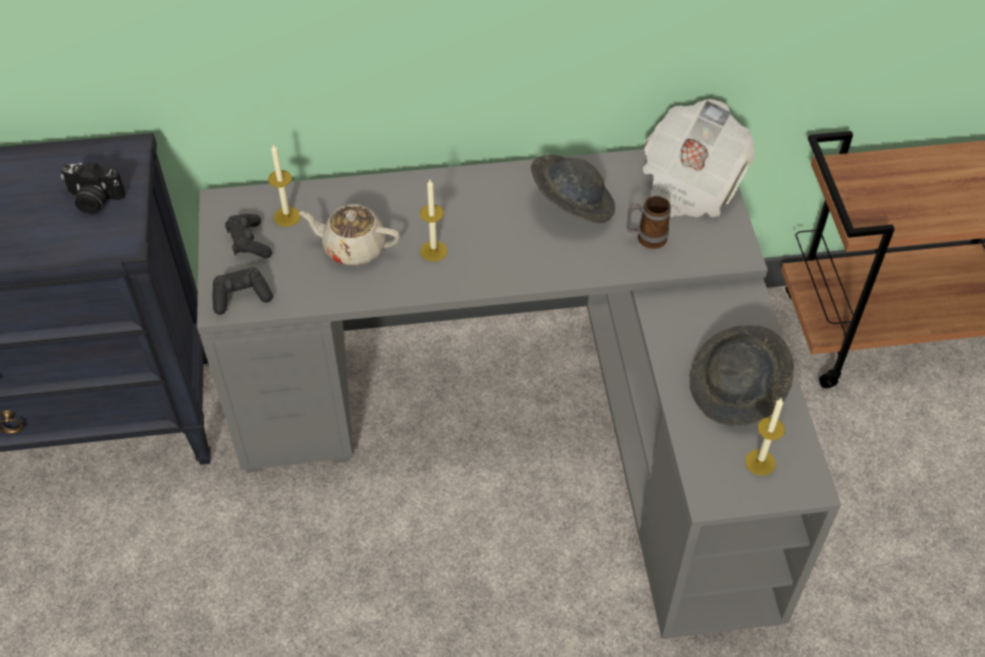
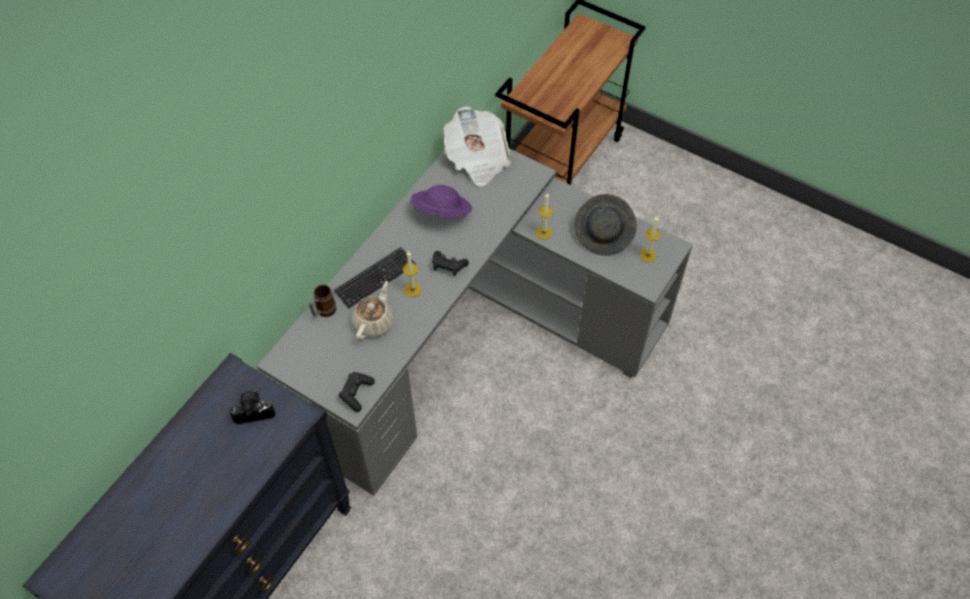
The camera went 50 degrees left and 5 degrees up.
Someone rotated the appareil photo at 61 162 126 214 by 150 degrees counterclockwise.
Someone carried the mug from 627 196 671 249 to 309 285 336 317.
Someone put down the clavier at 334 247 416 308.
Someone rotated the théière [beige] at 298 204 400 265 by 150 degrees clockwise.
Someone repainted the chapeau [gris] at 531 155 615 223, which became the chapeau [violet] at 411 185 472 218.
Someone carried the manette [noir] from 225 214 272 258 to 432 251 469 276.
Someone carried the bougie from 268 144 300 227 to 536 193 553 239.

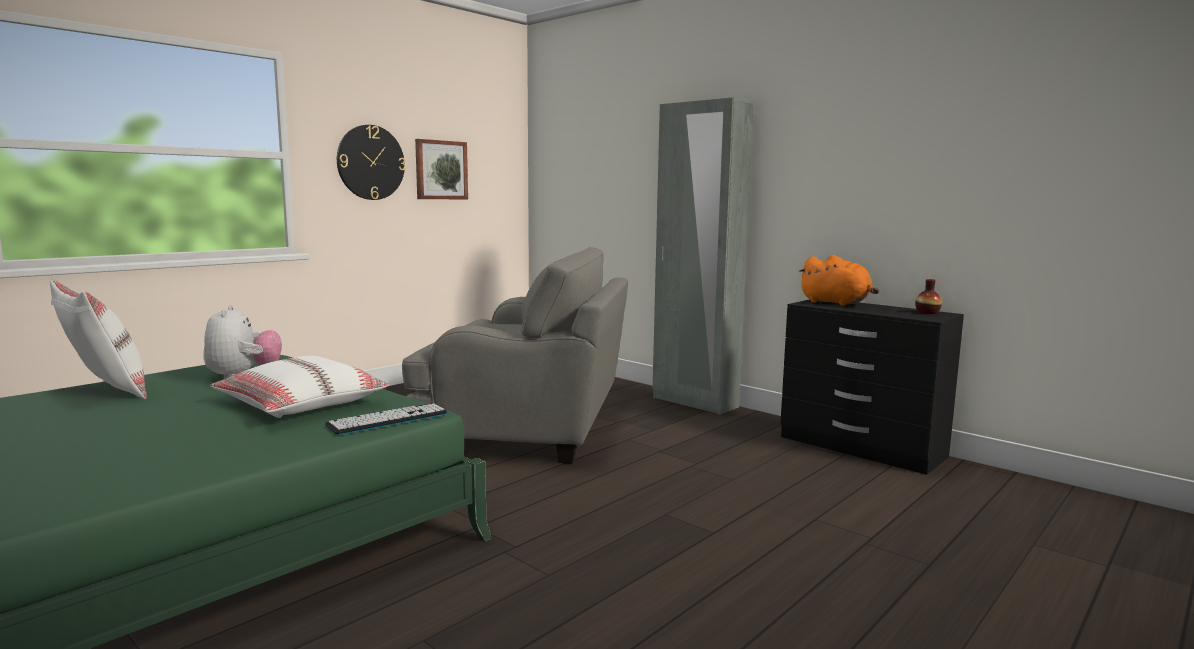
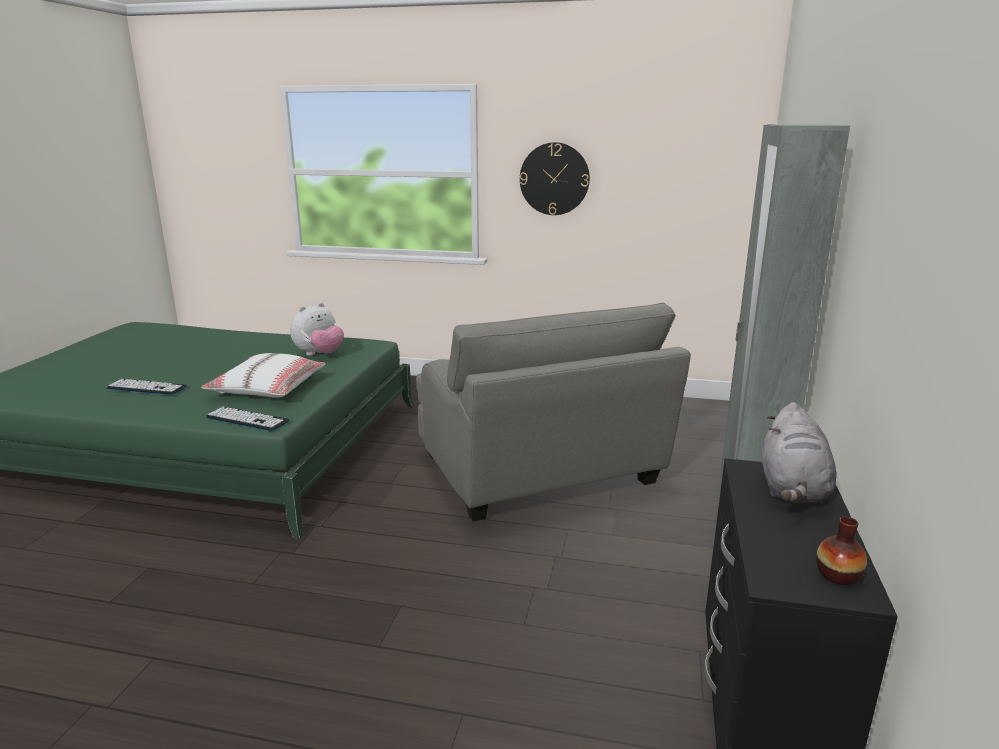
The camera went 60 degrees right and 10 degrees up.
Someone put down the clavier at 106 379 187 395.
Someone repainted the peluche [orange] at 798 255 879 306, which became the peluche [gris] at 762 402 836 503.
Someone took away the coussin [blanc] at 50 280 147 399.
Someone took away the tableau at 415 139 468 199.

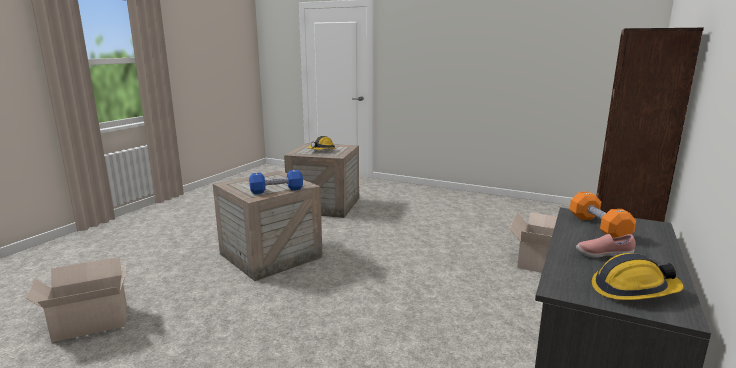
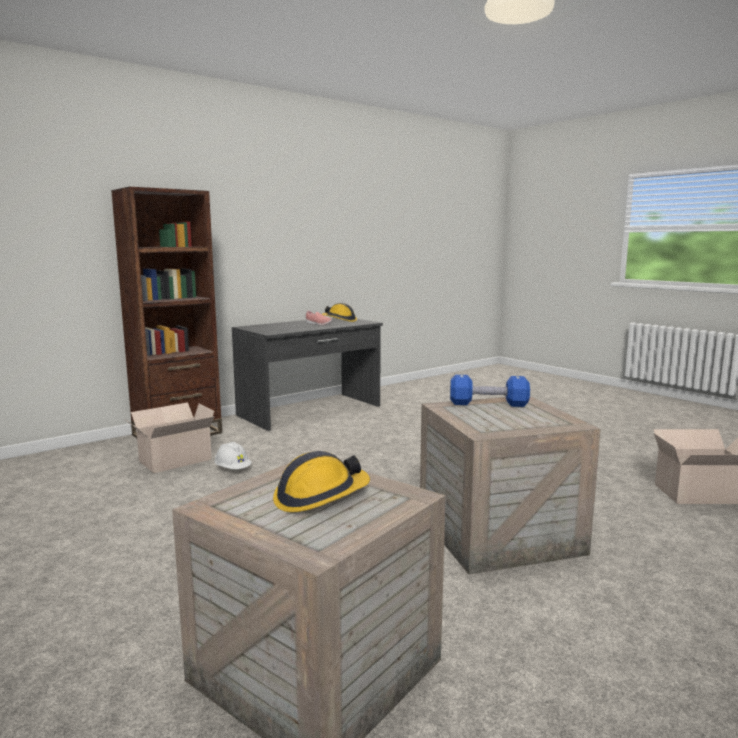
The camera went 155 degrees left and 5 degrees down.
Someone put down the casque de chantier [blanc] at 214 442 252 469.
Someone took away the haltère [orange] at 570 192 636 238.

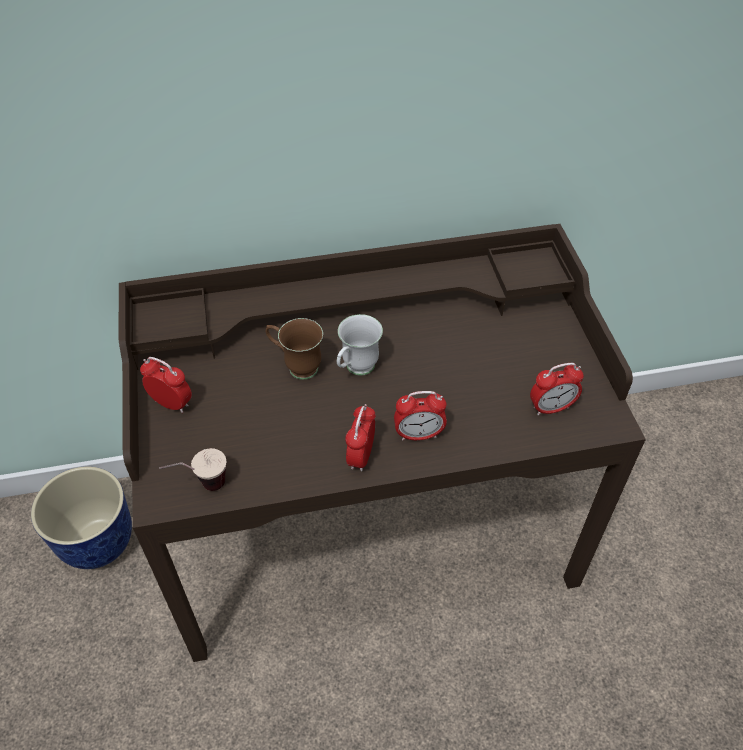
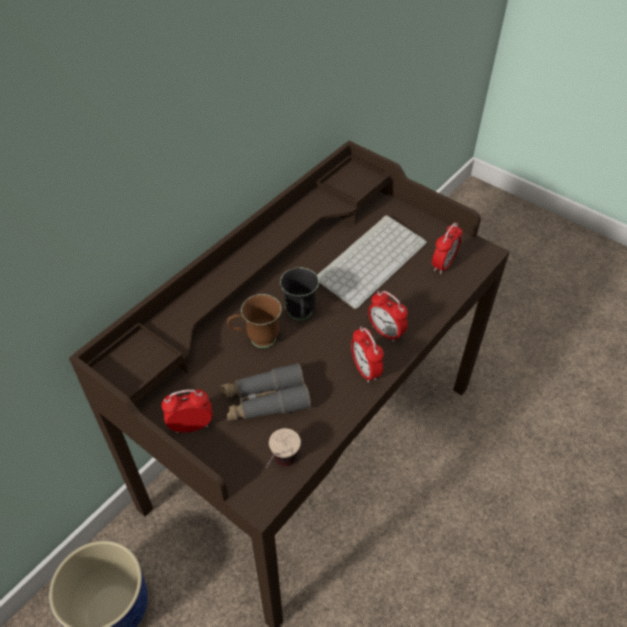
The camera went 40 degrees left and 0 degrees up.
Someone put down the jumelles [gris] at 220 363 311 421.
Someone repainted the mug [blanc] at 337 314 383 376, which became the mug [noir] at 280 268 319 320.
Someone put down the clavier at 317 215 427 309.
Someone rotated the réveil at 394 391 447 440 by 90 degrees clockwise.

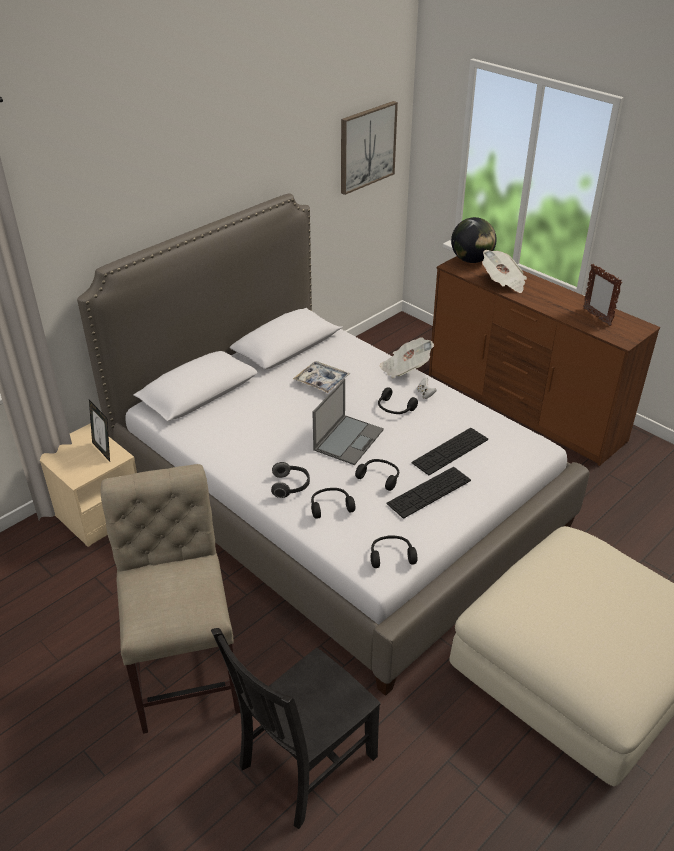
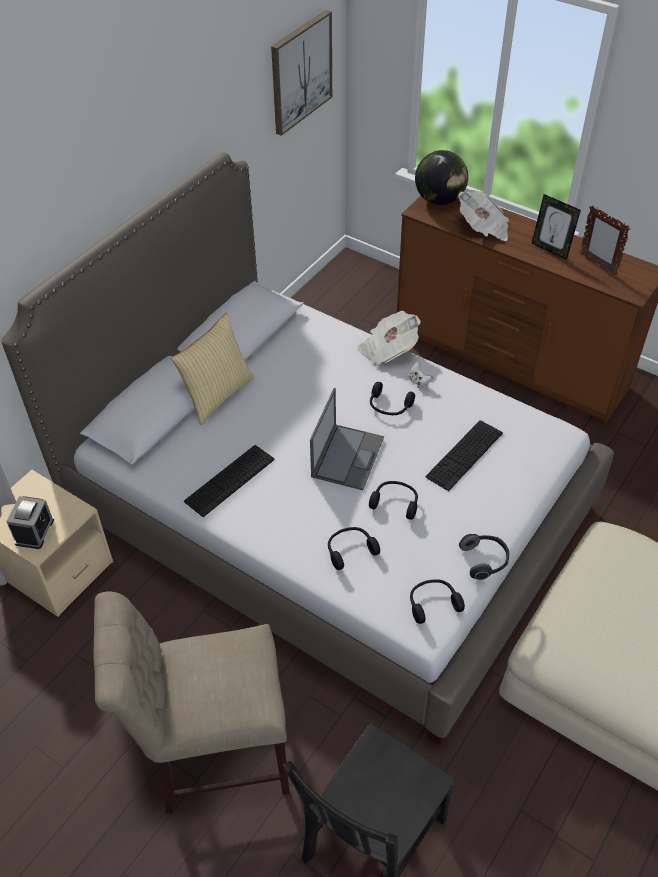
The camera went 10 degrees left and 10 degrees up.
Someone put down the réveil at 6 496 54 549.
Someone rotated the chaise [beige] at 101 464 240 734 by 75 degrees counterclockwise.
Someone put down the coussin at 171 312 254 425.
Someone carried the clavier from 387 467 471 519 to 184 445 275 517.
Someone carried the casque audio from 271 462 310 498 to 459 534 509 580.
Someone carried the cadre photo from 89 400 110 462 to 531 194 581 260.
Someone took away the plateau at 293 361 350 393.

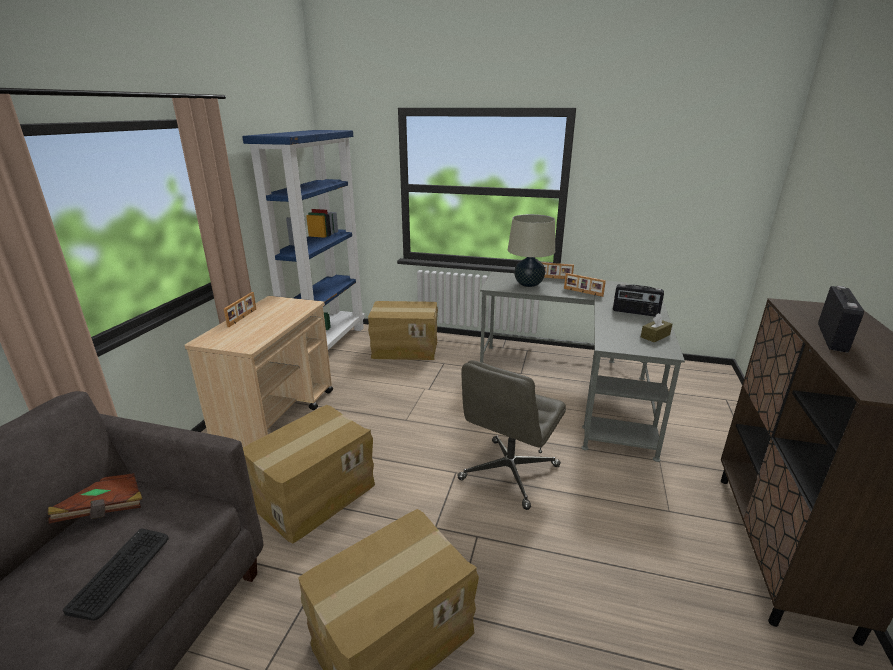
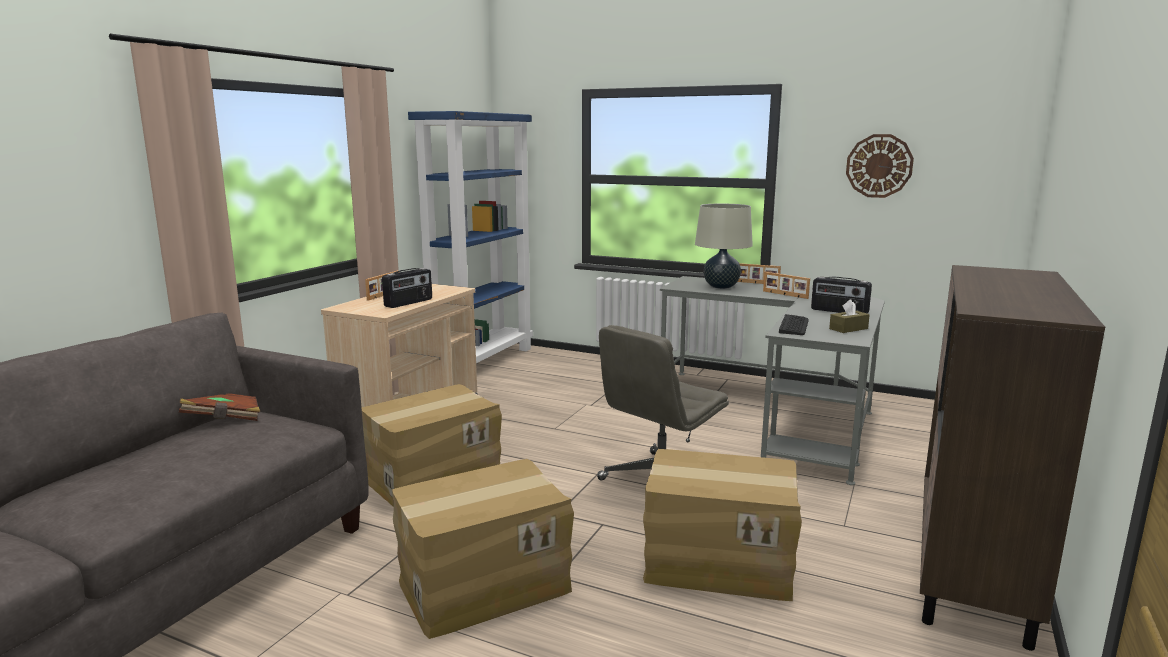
The camera went 10 degrees right and 10 degrees down.
Someone carried the radio from 818 286 864 352 to 382 268 432 308.
Someone carried the carton from 368 301 438 360 to 643 449 802 601.
Someone carried the clavier from 63 529 169 621 to 779 314 809 335.
Someone put up the horloge murale at 846 134 914 198.

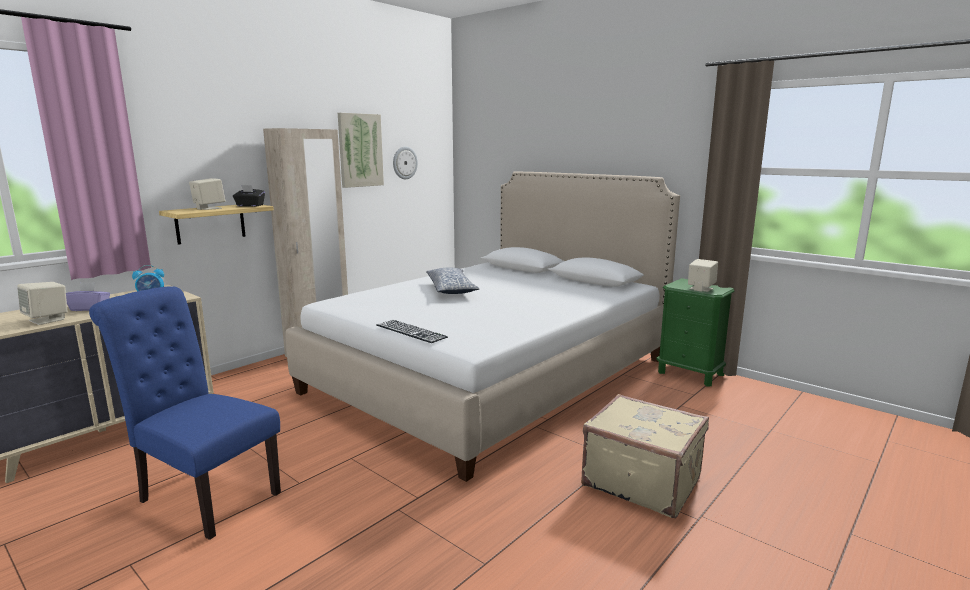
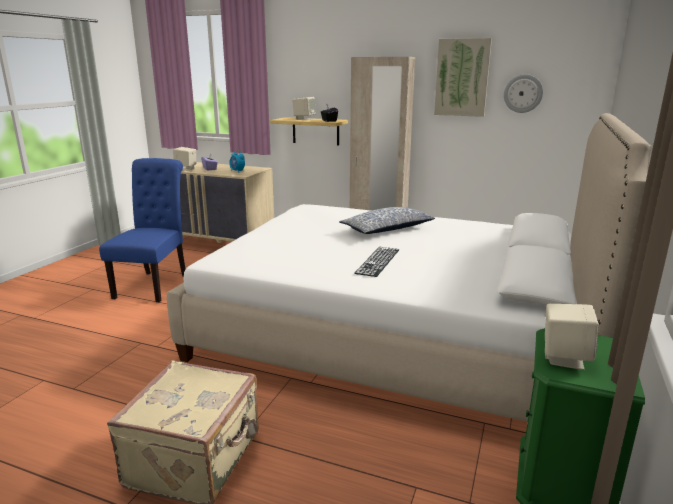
The camera went 70 degrees right and 5 degrees up.
Someone carried the clavier from 376 320 448 343 to 354 247 399 277.

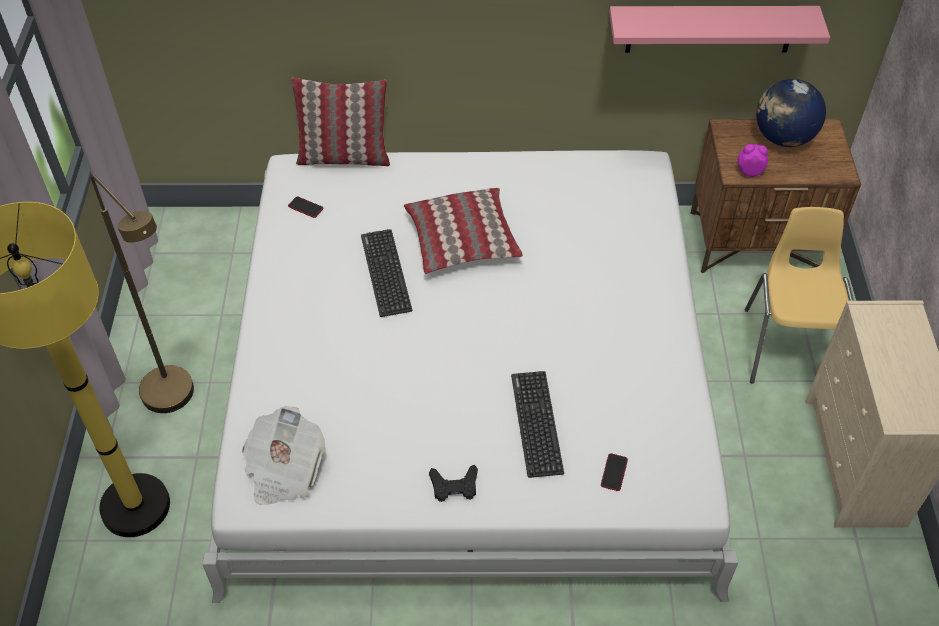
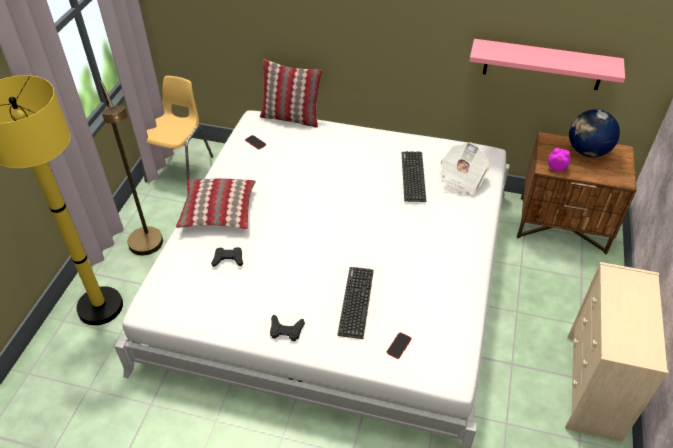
The camera went 15 degrees right and 5 degrees down.
Someone carried the chaise [jaune] from 745 207 854 383 to 143 76 213 191.
Someone carried the coussin from 404 188 523 274 to 176 178 256 229.
Someone put down the manette [noir] at 211 247 243 267.
Someone carried the clavier from 361 229 412 317 to 402 151 426 202.
Someone carried the journal from 242 406 325 505 to 441 142 490 194.

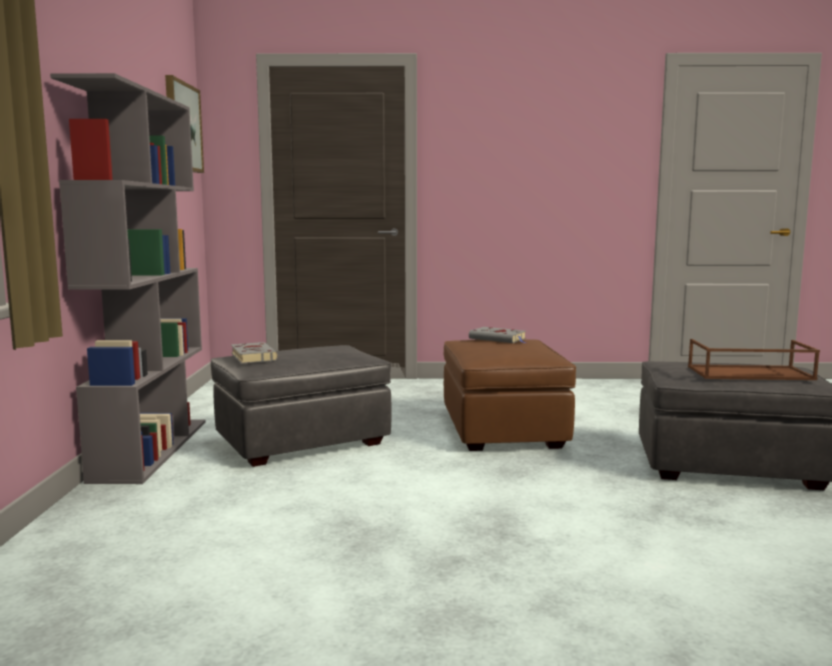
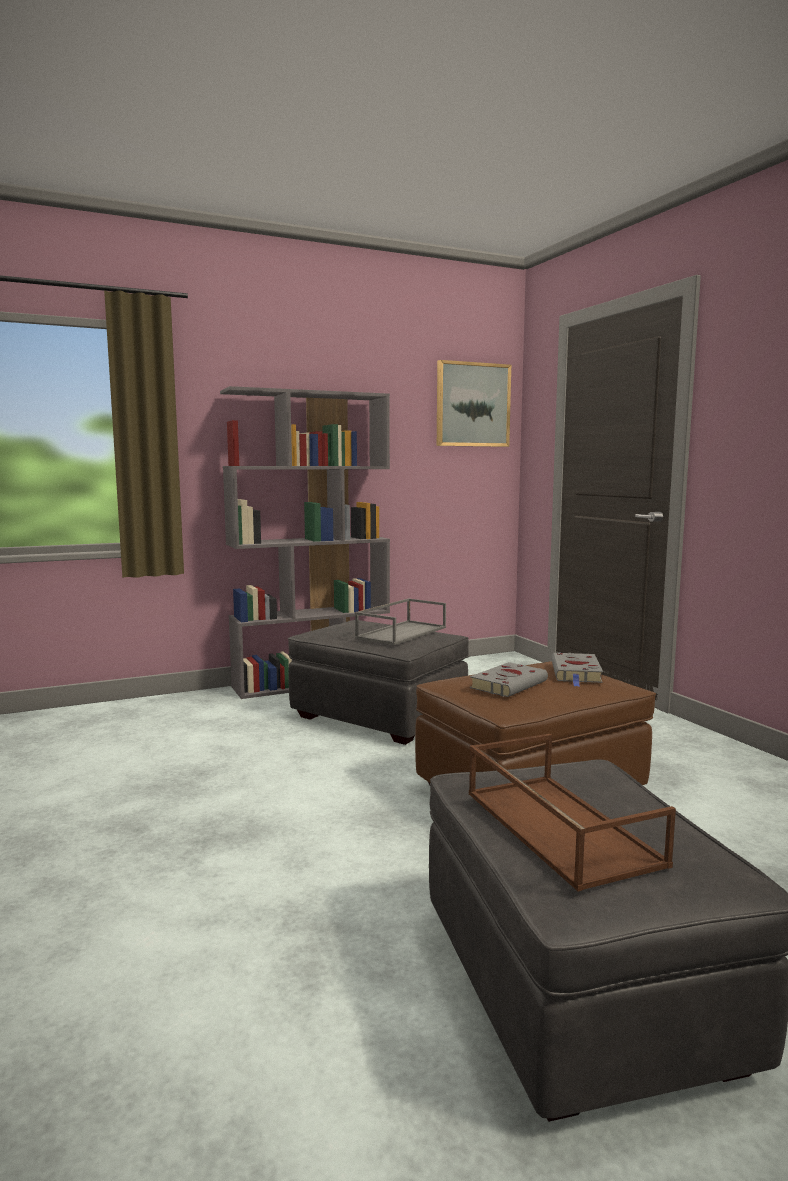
The camera went 65 degrees right and 0 degrees up.
Someone put down the plateau [gris] at 355 598 446 645.
Someone carried the livre [gris] from 231 342 278 363 to 470 662 548 697.

